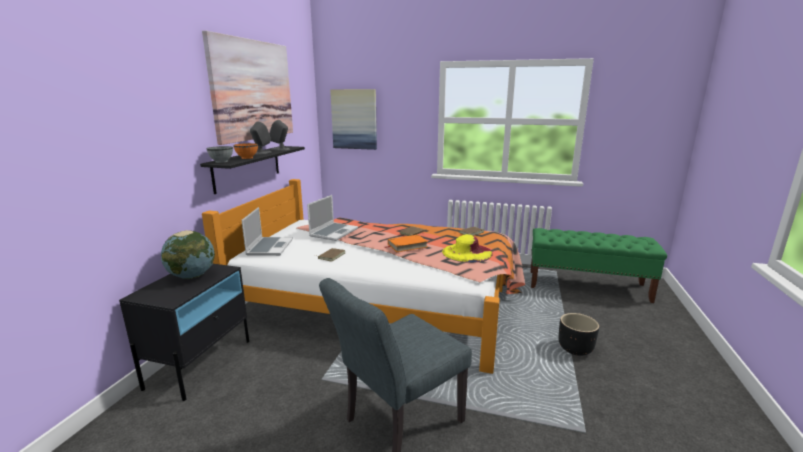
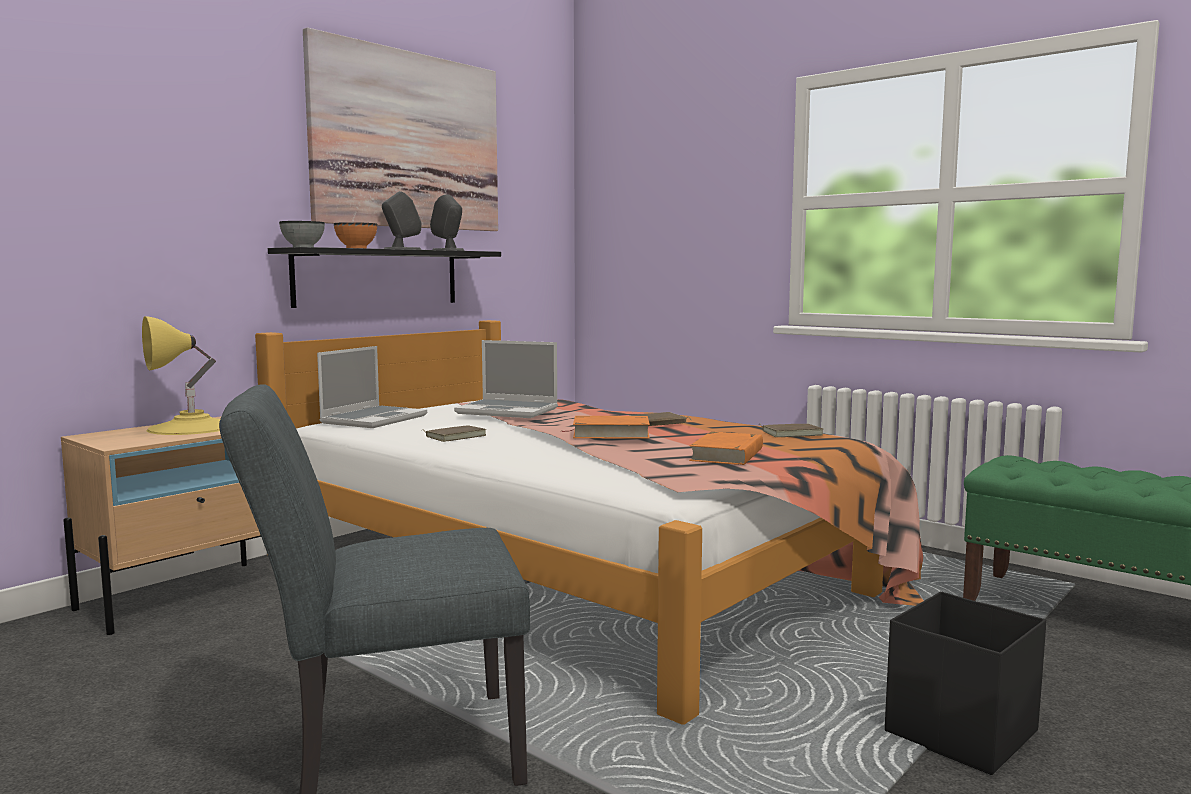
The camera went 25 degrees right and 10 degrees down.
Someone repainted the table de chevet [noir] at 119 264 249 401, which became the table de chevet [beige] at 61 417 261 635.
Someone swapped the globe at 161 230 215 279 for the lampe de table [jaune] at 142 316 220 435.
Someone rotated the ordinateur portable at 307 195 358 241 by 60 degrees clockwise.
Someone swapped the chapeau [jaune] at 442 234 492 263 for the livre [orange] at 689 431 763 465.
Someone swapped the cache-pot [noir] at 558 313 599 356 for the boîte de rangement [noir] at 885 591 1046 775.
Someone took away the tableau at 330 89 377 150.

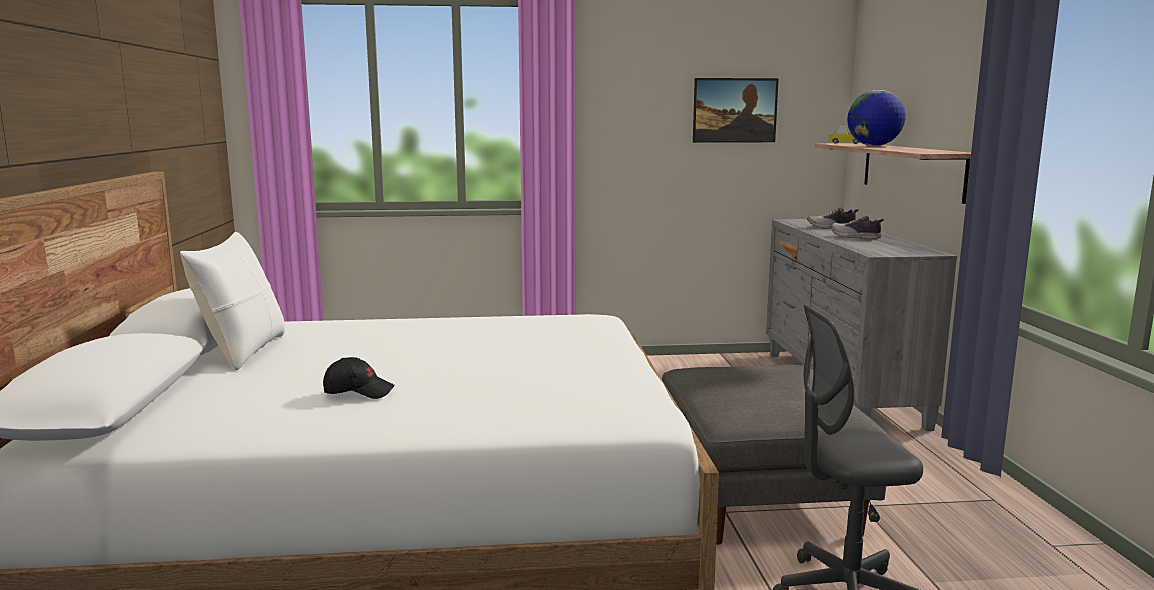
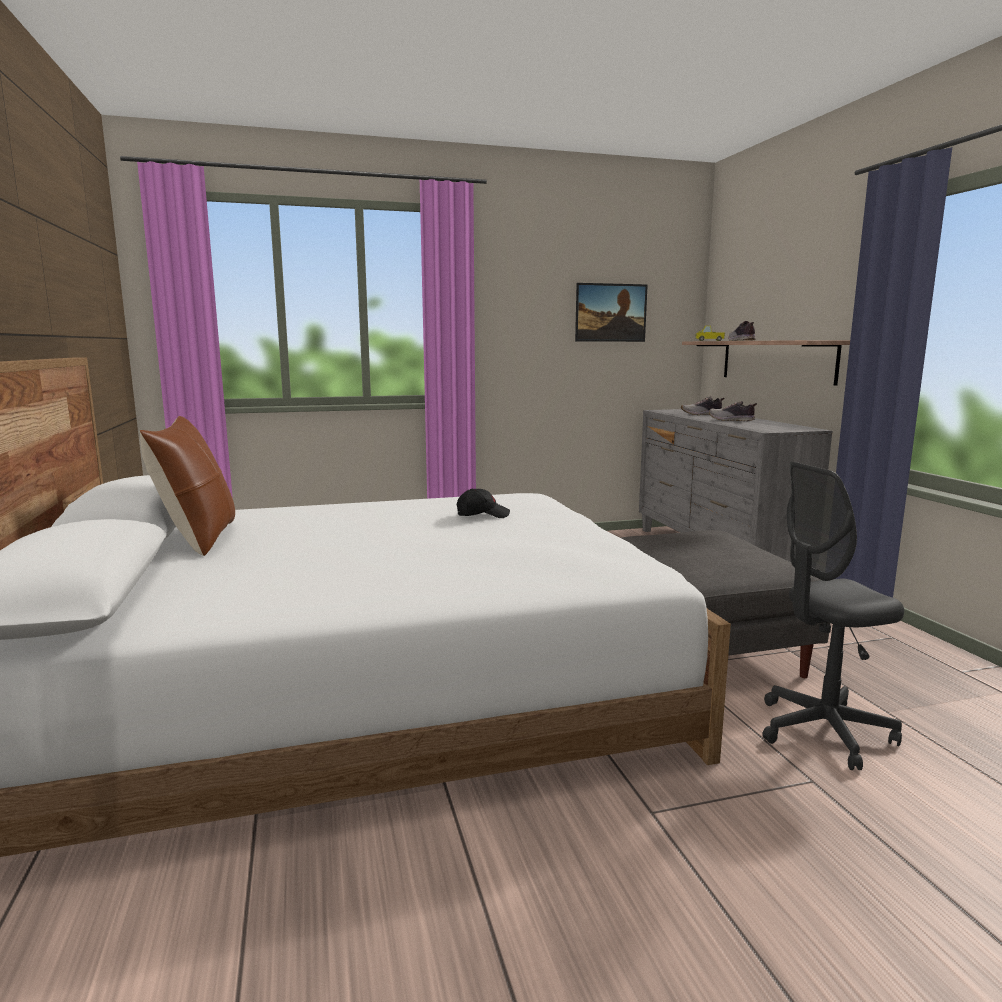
The camera went 10 degrees left and 0 degrees up.
Someone repainted the coussin [blanc] at 180 232 285 370, which became the coussin [marron] at 140 416 235 556.
Someone carried the casquette [noir] from 323 357 394 399 to 456 489 510 518.
Someone swapped the globe at 847 90 906 146 for the chaussure at 728 321 756 341.

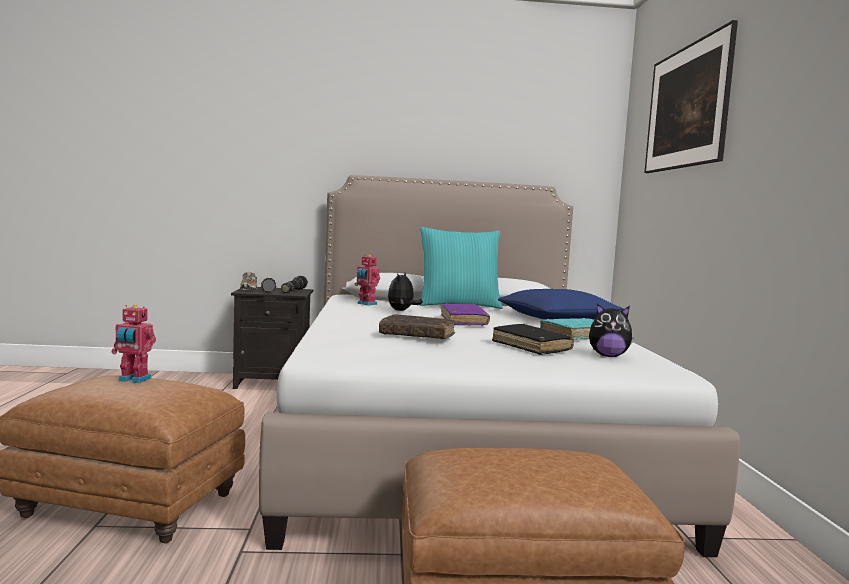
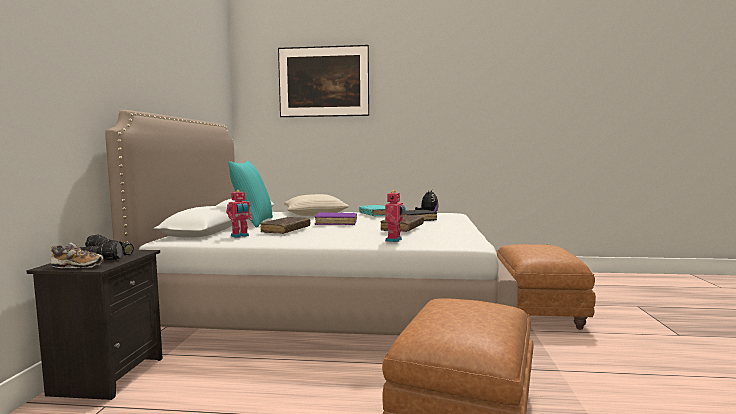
The camera went 80 degrees left and 0 degrees up.
Someone swapped the peluche at 388 273 423 311 for the livre [marron] at 260 217 310 234.
Someone repainted the coussin [bleu] at 498 289 623 319, which became the coussin [beige] at 284 194 349 216.
Someone carried the robot jouet from 111 304 156 383 to 385 191 405 242.

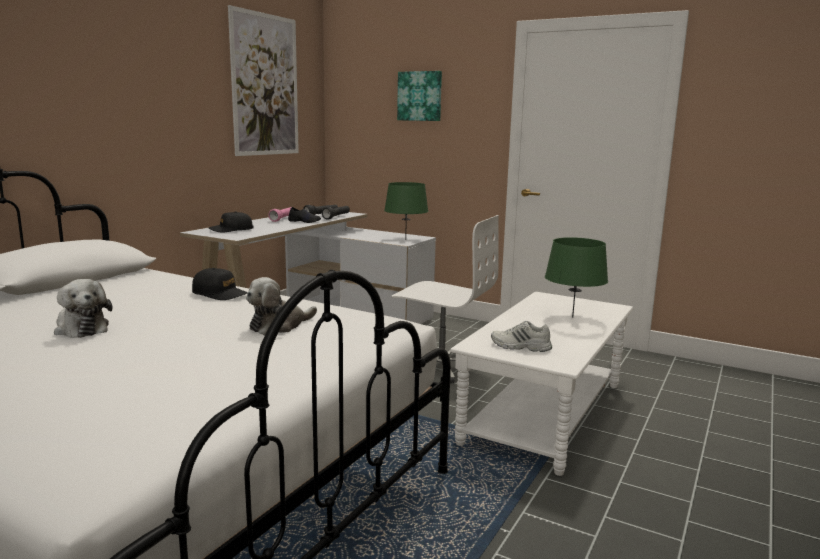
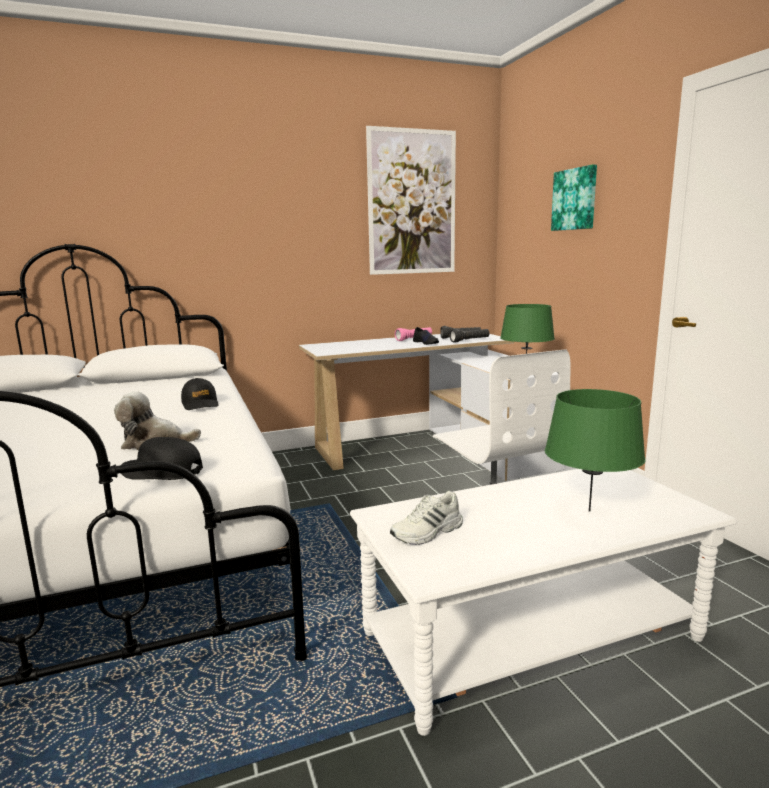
The camera went 40 degrees right and 0 degrees up.
Someone carried the casquette [noir] from 209 211 254 232 to 121 437 203 480.
Someone rotated the chaussure [blanc] at 491 321 552 352 by 90 degrees counterclockwise.
Someone took away the peluche at 54 279 113 338.

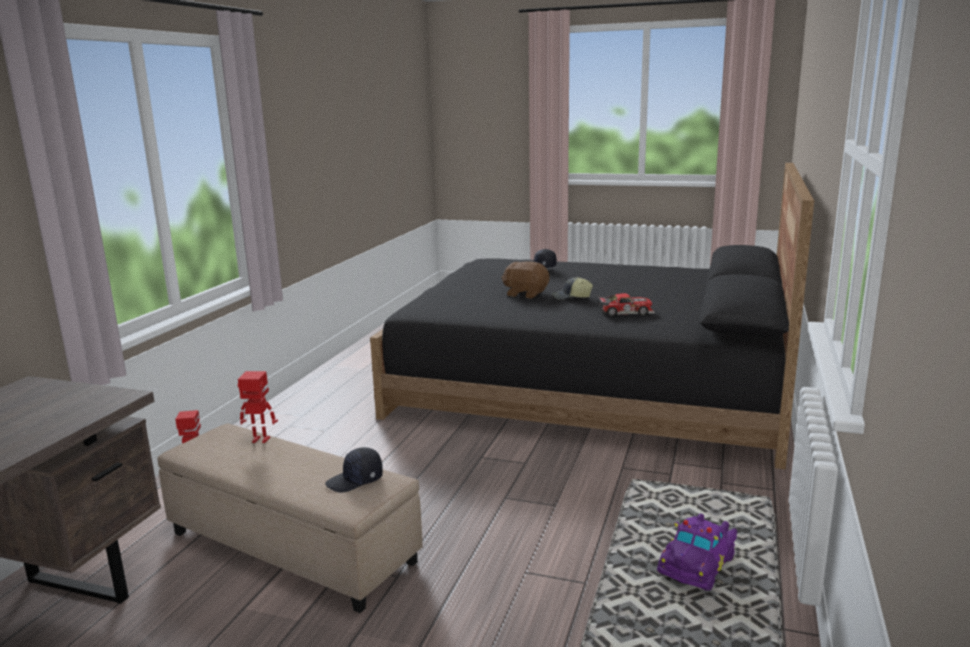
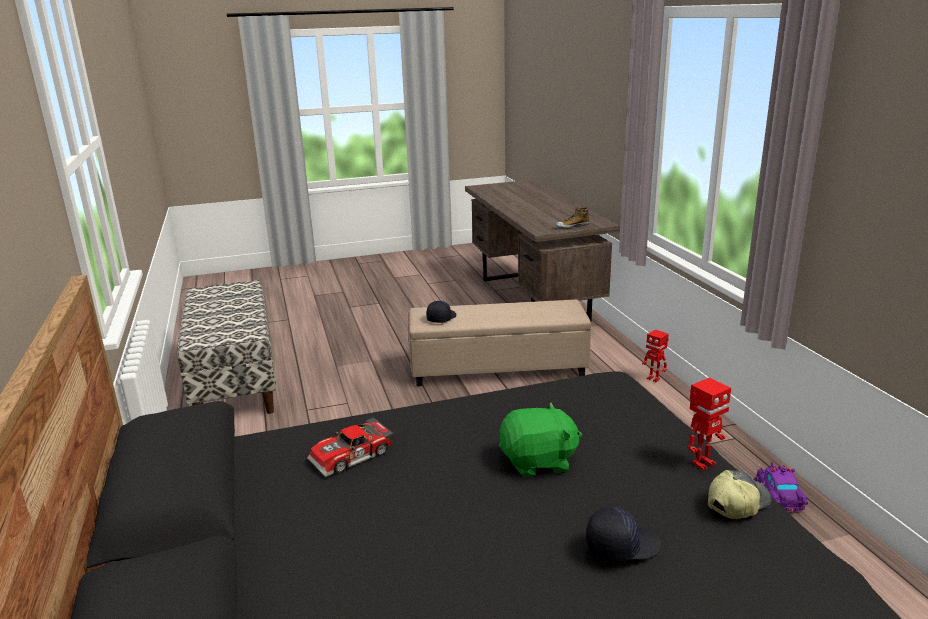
The camera went 145 degrees right and 5 degrees up.
Someone repainted the peluche [marron] at 501 261 549 299, which became the peluche [vert] at 499 403 582 477.
Someone put down the chaussure at 555 207 590 229.
Someone carried the robot jouet from 238 371 278 443 to 687 378 731 470.
Someone carried the casquette from 552 277 593 300 to 708 470 771 519.
Someone carried the petite voiture [violet] from 657 513 737 591 to 754 462 808 511.

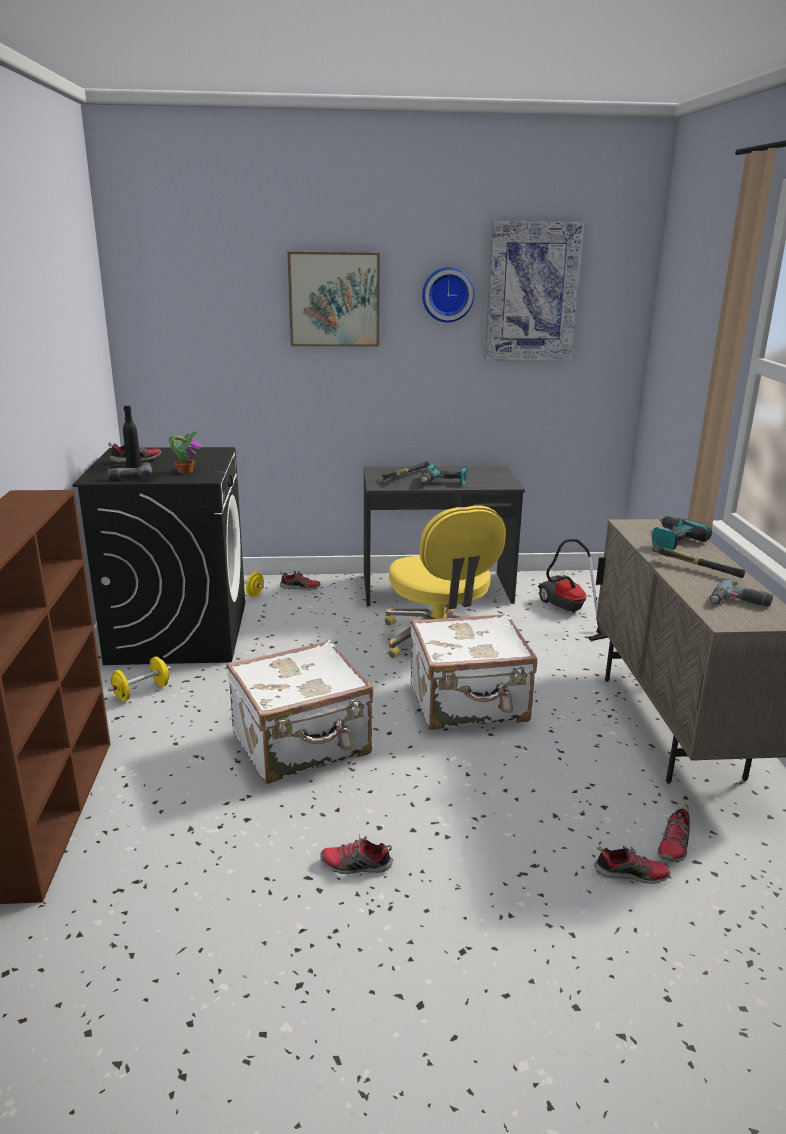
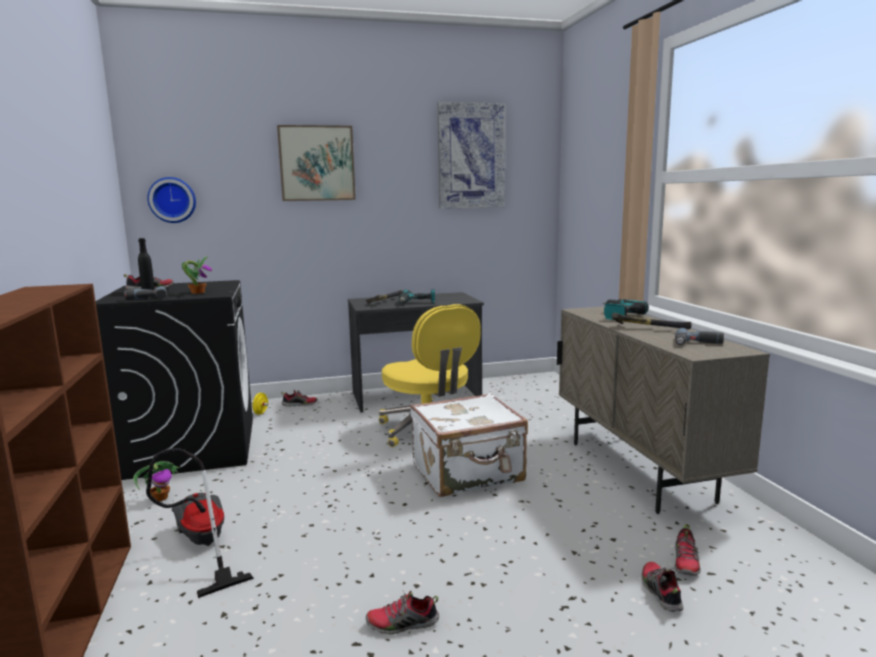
The camera went 10 degrees left and 10 degrees down.
Someone swapped the haltère [jaune] at 108 657 171 701 for the plante en pot at 133 461 180 502.
Someone carried the aspirateur from 538 539 608 641 to 146 448 254 598.
Someone carried the horloge murale from 422 267 475 322 to 147 177 196 223.
Someone rotated the chaussure at 594 846 670 884 by 90 degrees counterclockwise.
Someone took away the valise [blanc] at 226 640 373 784.

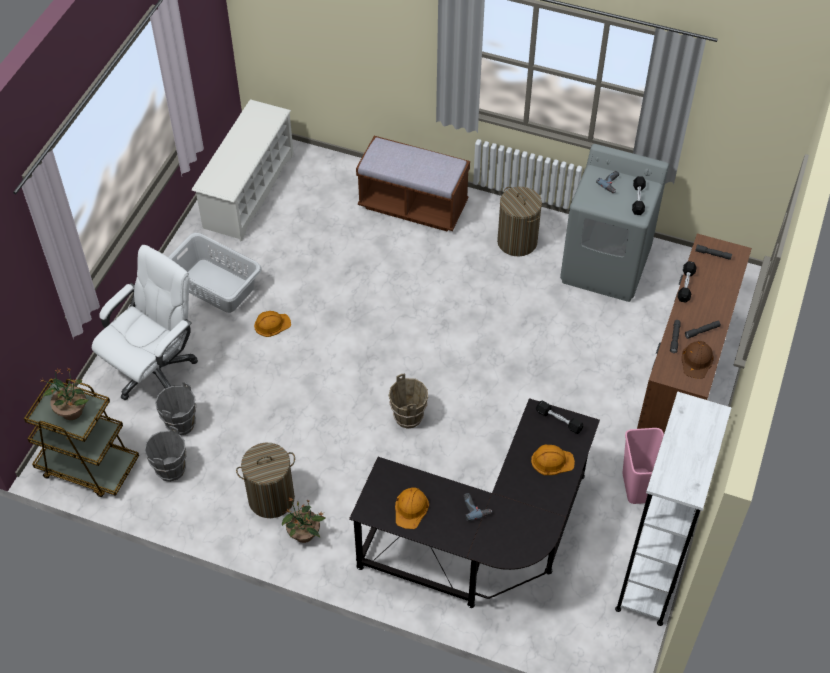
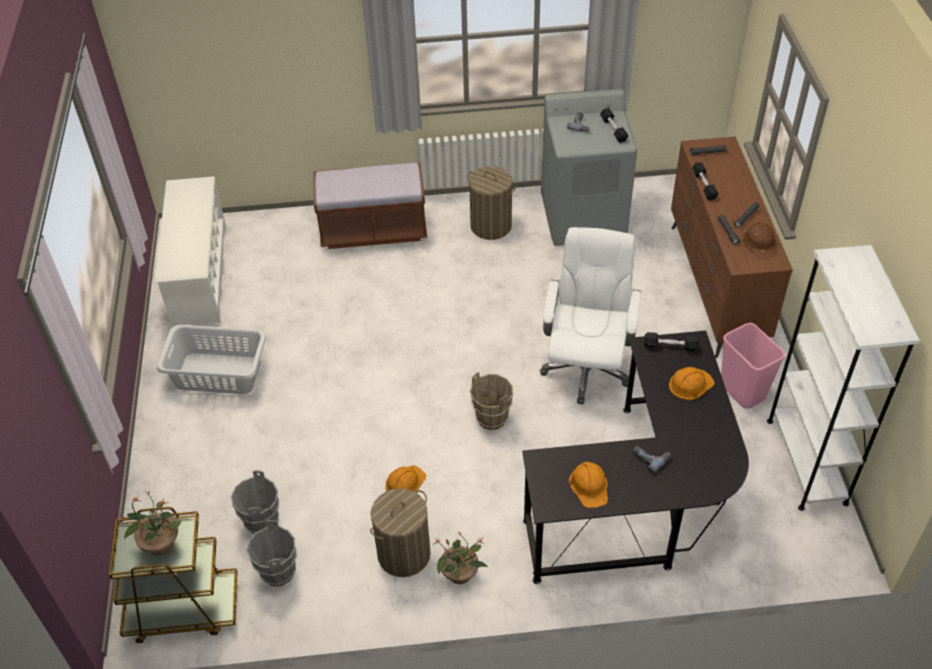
The camera went 25 degrees left and 5 degrees down.
Someone carried the casque de chantier [orange] from 254 311 291 337 to 385 465 426 492.
Someone carried the chaise de bureau [blanc] from 92 245 198 400 to 540 227 641 405.

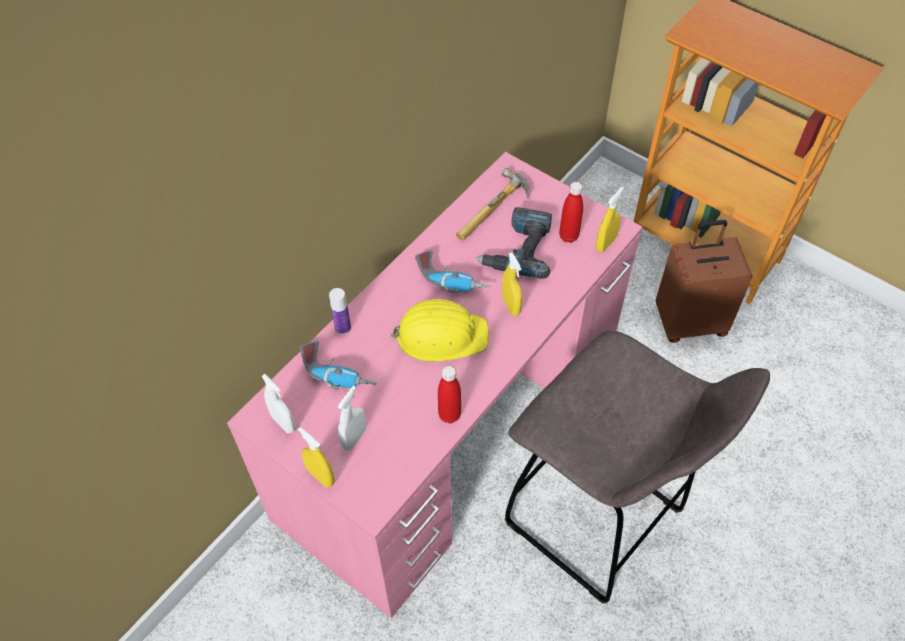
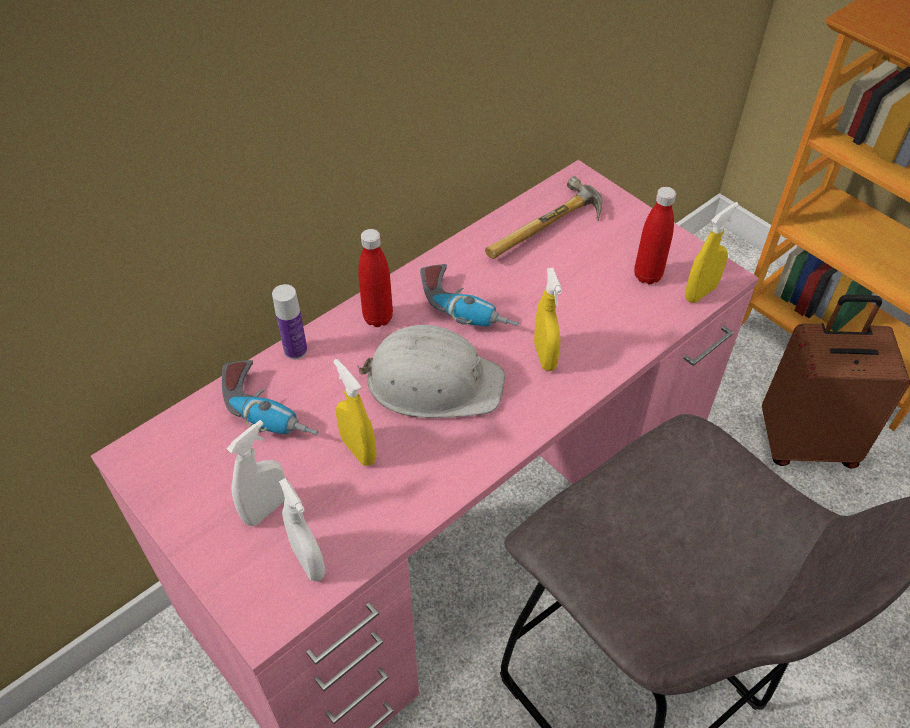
The camera went 10 degrees right and 5 degrees down.
Someone carried the vaporisateur [blanc] from 261 374 295 433 to 279 478 325 581.
Someone carried the vaporisateur [jaune] from 298 427 335 488 to 333 359 377 466.
Someone repainted the casque de chantier [jaune] at 390 299 489 362, which became the casque de chantier [blanc] at 357 325 505 418.
Someone carried the bouteille [rouge] from 438 365 461 423 to 358 229 393 327.
Someone took away the perceuse at 475 207 552 279.

